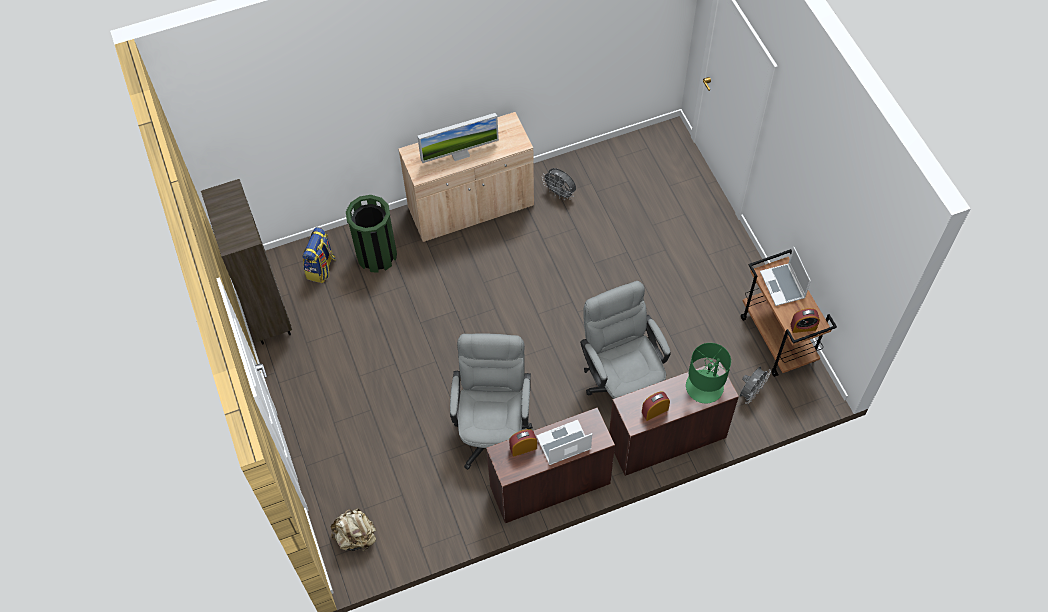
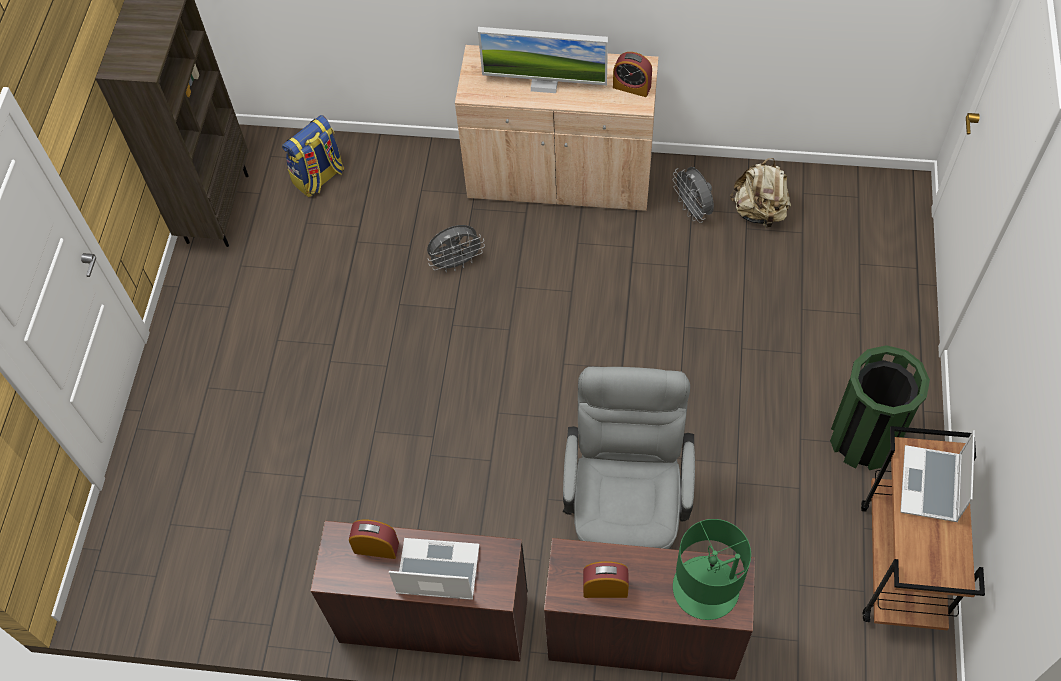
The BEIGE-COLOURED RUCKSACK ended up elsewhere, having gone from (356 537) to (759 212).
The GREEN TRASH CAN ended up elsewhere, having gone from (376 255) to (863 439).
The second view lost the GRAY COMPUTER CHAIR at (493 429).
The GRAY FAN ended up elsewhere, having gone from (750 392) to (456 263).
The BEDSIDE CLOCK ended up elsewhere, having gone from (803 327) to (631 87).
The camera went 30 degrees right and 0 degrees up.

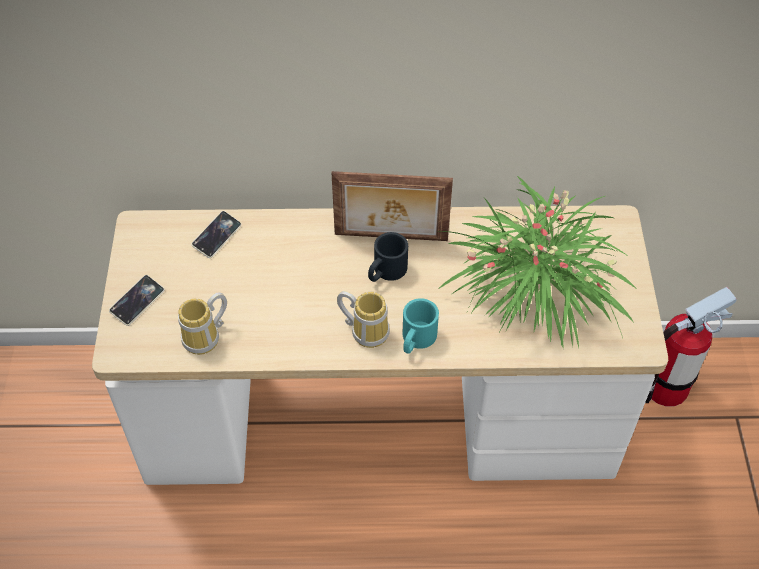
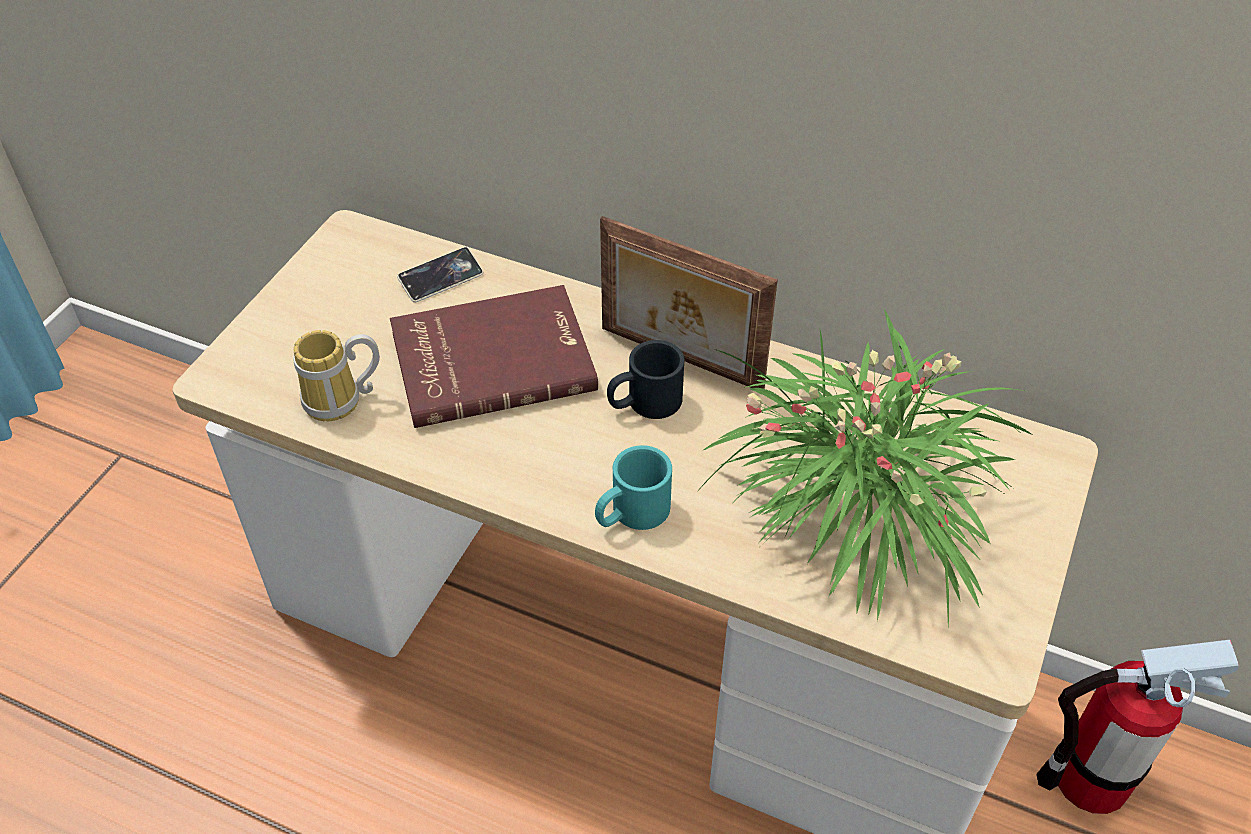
The second view lost the HANDSET at (137 302).
The second view lost the MUG at (366 329).
The second view gained the RED BOOK at (492 359).
The camera went 25 degrees right and 5 degrees down.

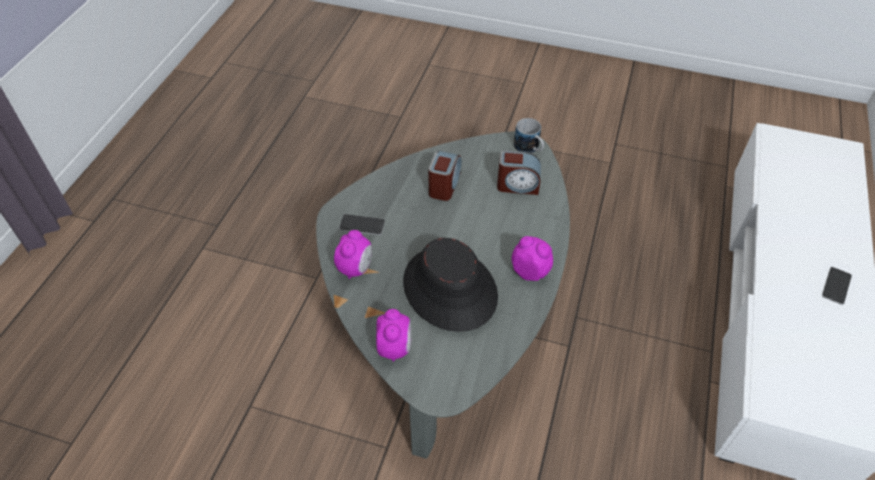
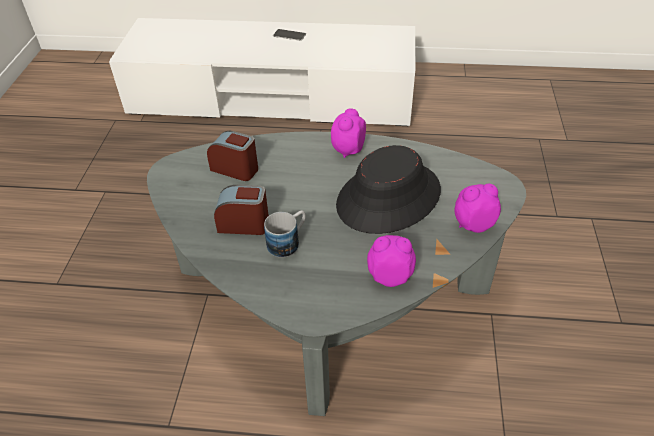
The second view lost the HANDSET at (362 225).
The BEDSIDE CLOCK at (517 185) ended up facing another way, 60 degrees counterclockwise from before.
The MUG ended up elsewhere, having gone from (529 149) to (288 242).
The camera went 100 degrees left and 5 degrees down.

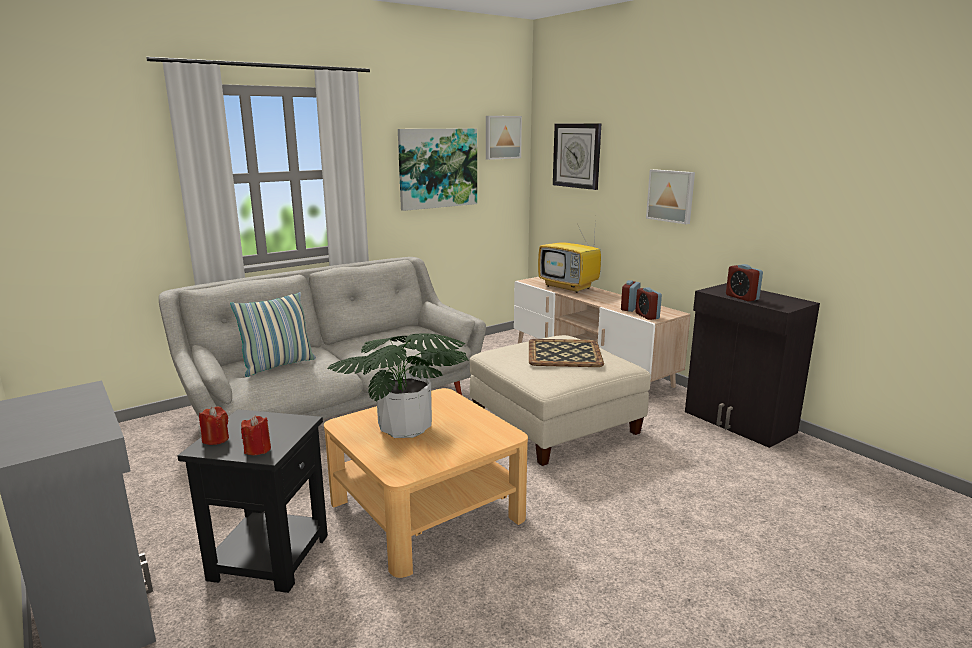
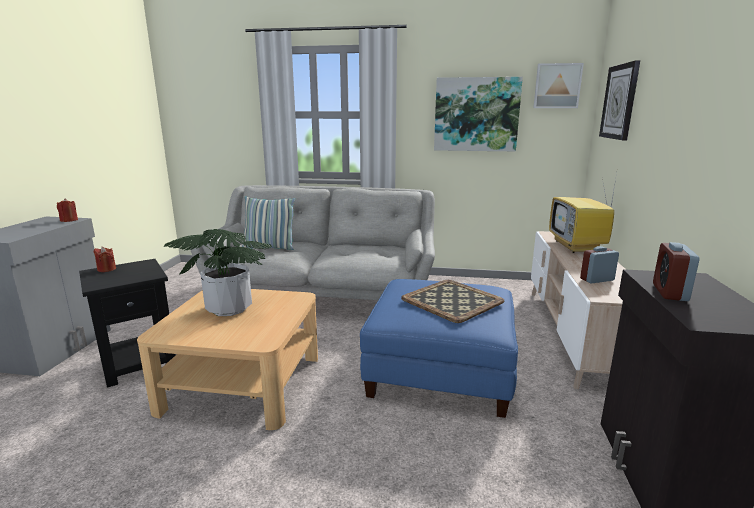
The RED WAX LIGHT ended up elsewhere, having gone from (257 449) to (69 220).
What was the BEIGE-COLOURED POUFFE at (555 424) turned into the BLUE-COLOURED POUFFE at (441 370).
The second view lost the BEDSIDE CLOCK at (647 316).
The second view lost the PICTURE at (671 196).
The camera went 45 degrees right and 0 degrees up.

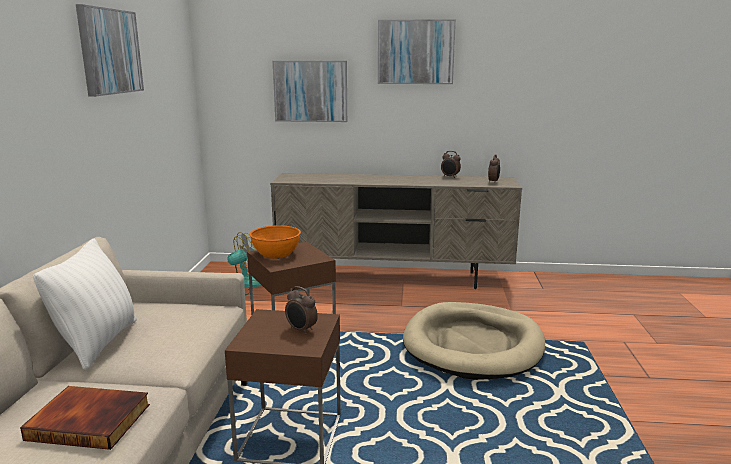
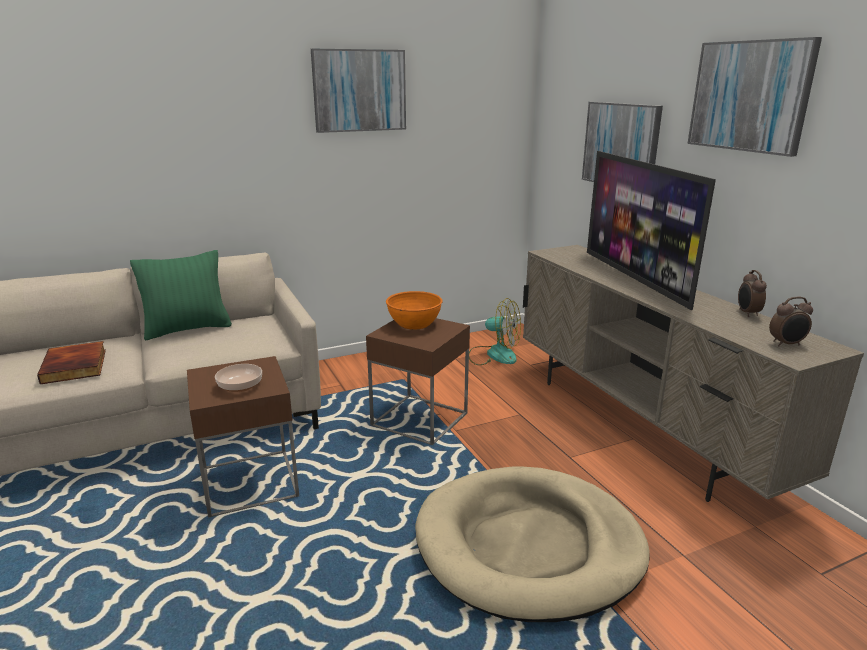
What was the WHITISH CUSHION at (98 343) turned into the GREEN CUSHION at (188 329).
Where the BEDSIDE CLOCK stood at (301 330), the SERVING BOWL came to stand at (240 386).
The second view gained the TV at (635 278).
The camera went 60 degrees right and 5 degrees up.

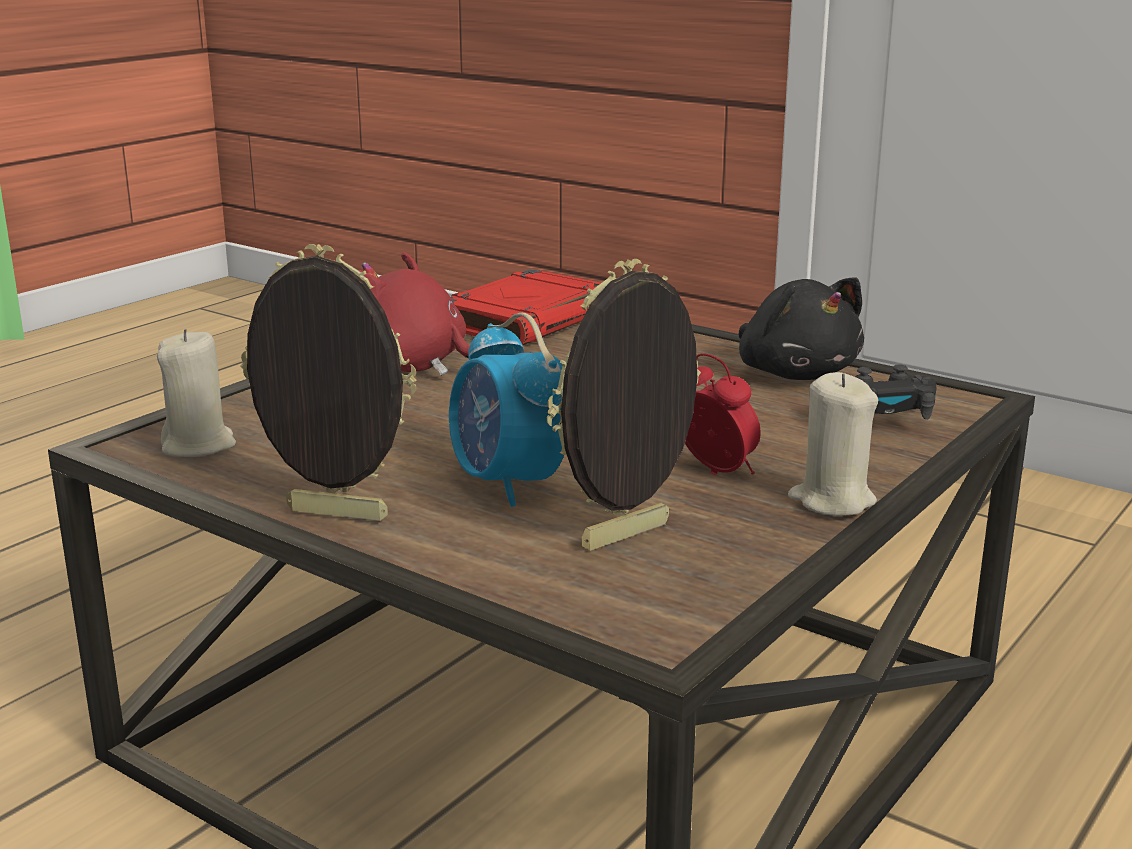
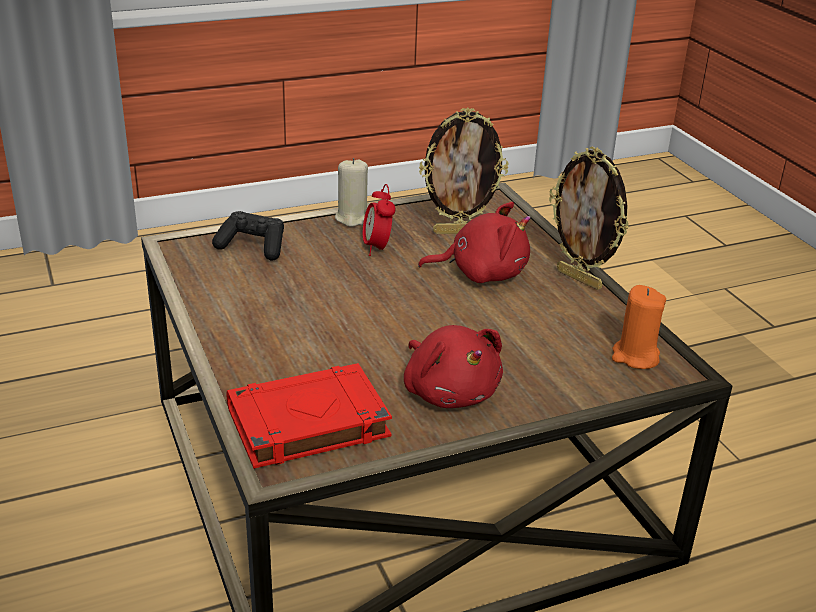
What was the BEIGE-COLOURED WAX LIGHT at (198 445) turned into the ORANGE-COLOURED WAX LIGHT at (635 357).
Where the BEDSIDE CLOCK stood at (508 484), the RED CUDDLY TOY came to stand at (482 273).
The second view lost the BLACK CUDDLY TOY at (795 373).
The camera went 150 degrees left and 10 degrees up.

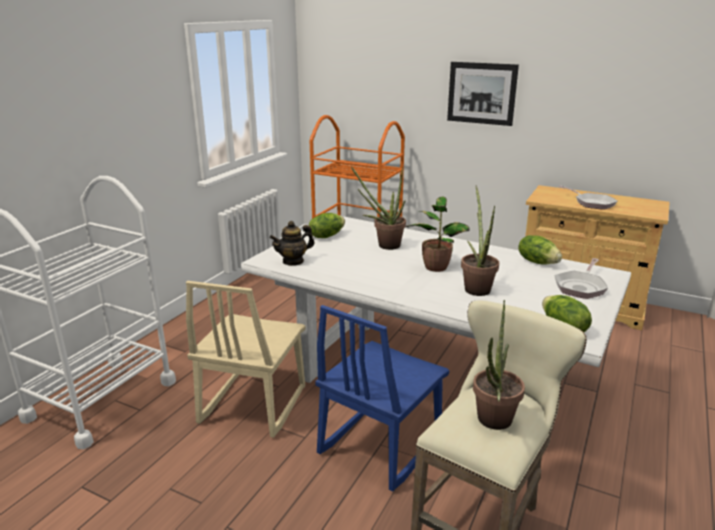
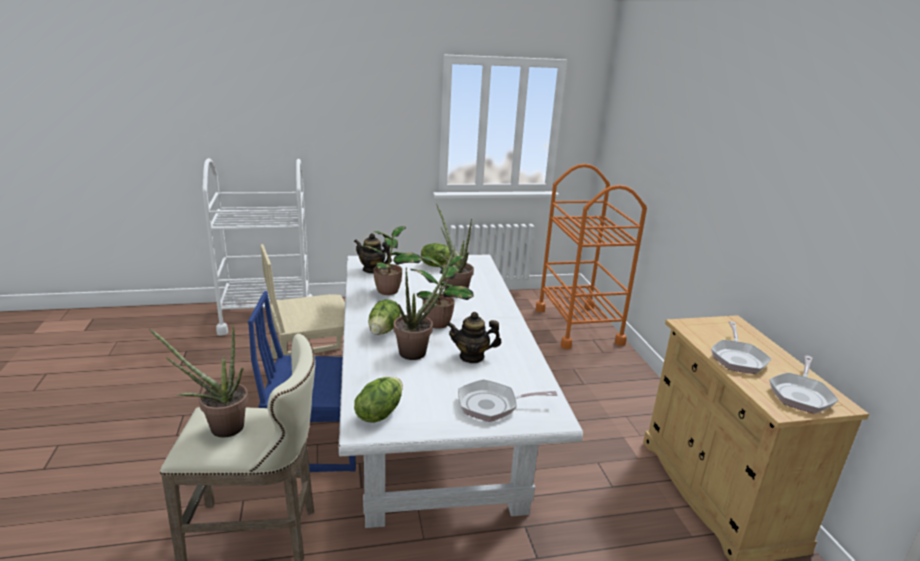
The second view lost the PICTURE at (481 93).
The HEAD OF LETTUCE ended up elsewhere, having gone from (537 262) to (384 330).
The second view gained the POTTED PLANT at (388 290).
The second view gained the TEA POT at (472 356).
The second view gained the PAN at (800 394).
The camera went 50 degrees right and 0 degrees up.

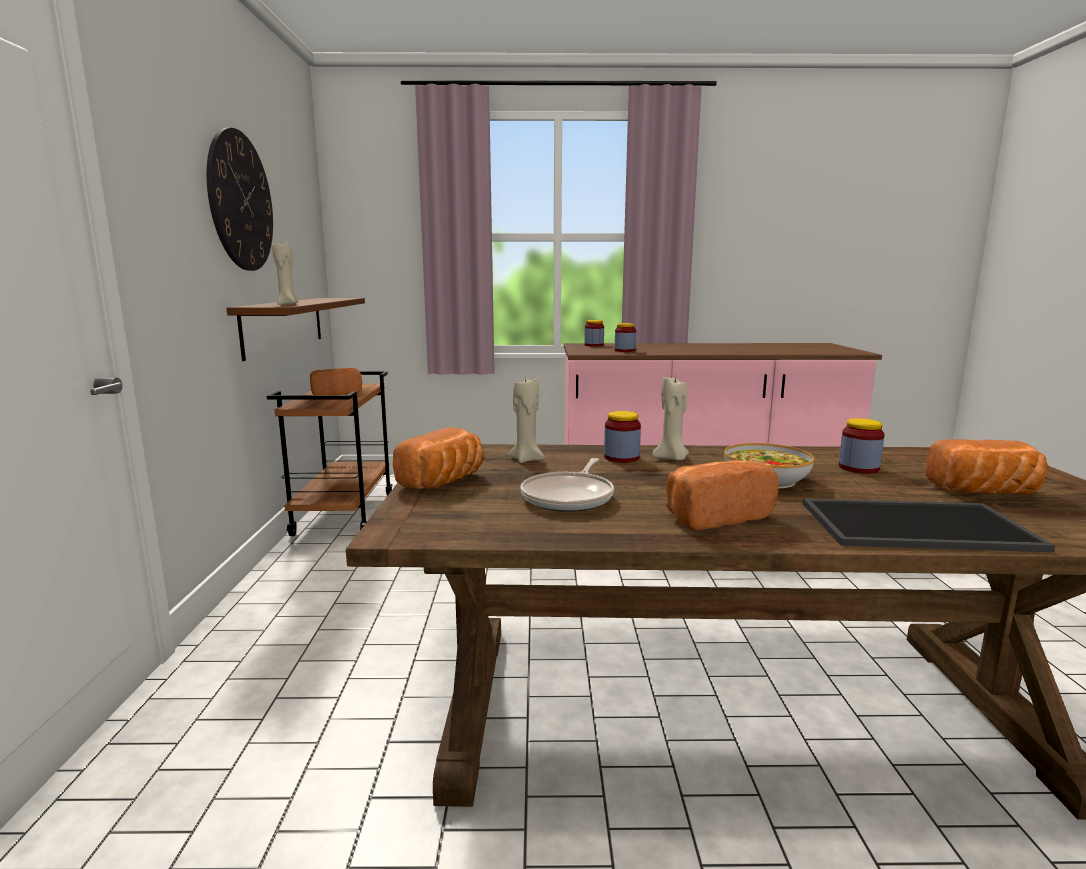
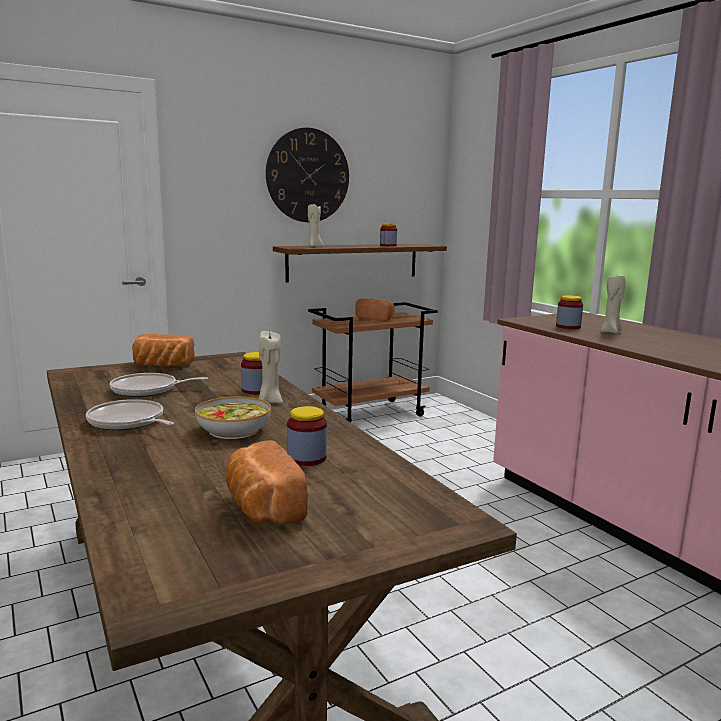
The BEIGE-COLOURED WAX LIGHT ended up elsewhere, having gone from (526 459) to (611 332).
The PRESERVE JAR ended up elsewhere, having gone from (594 345) to (388 245).
Where the BAKERY BREAD stood at (713 516), the PAN came to stand at (128 422).
The second view lost the CARRYING TRAY at (916 525).
The camera went 60 degrees right and 0 degrees up.

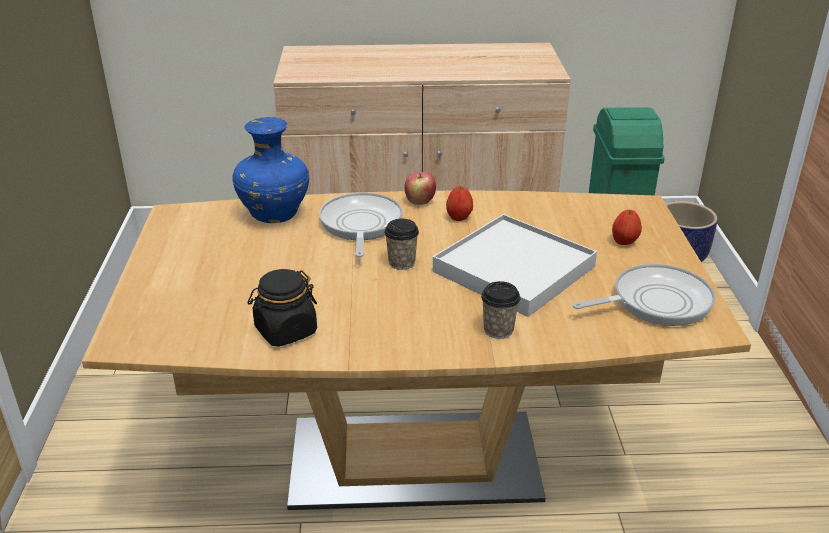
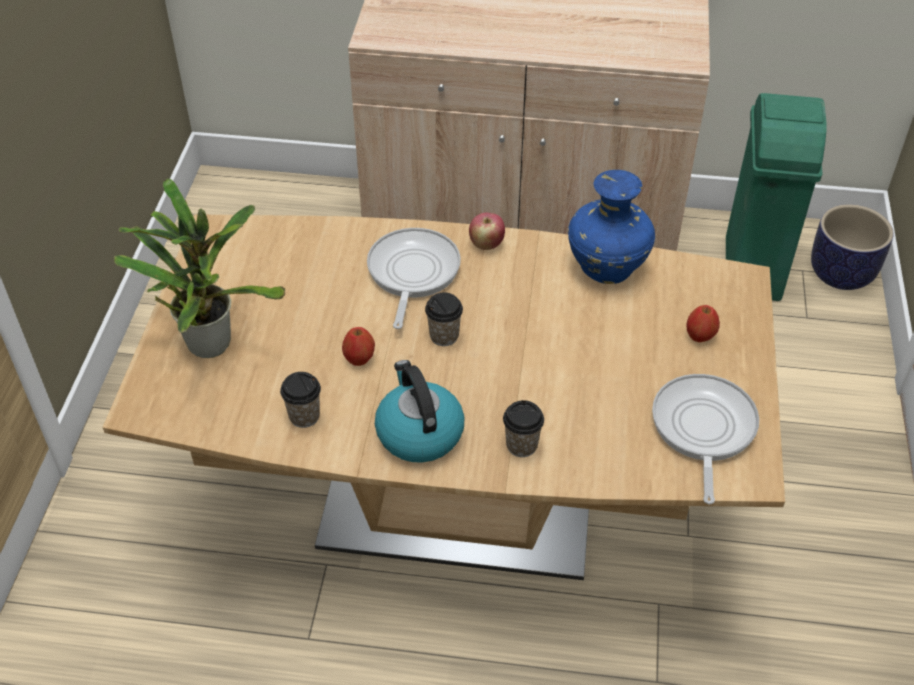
The BLUE-COLOURED VASE ended up elsewhere, having gone from (275 214) to (607 267).
Where the BLACK PRESERVE JAR stood at (285 331), the SMALL CUP came to stand at (304 416).
The second view lost the WHITISH CARRYING TRAY at (514 269).
The APPLE FRUIT ended up elsewhere, having gone from (459 218) to (359 359).
The PAN at (655 302) ended up facing another way, 75 degrees counterclockwise from before.
The second view gained the POTTED PLANT at (209 340).
The second view gained the TEA KETTLE at (418 432).
The camera went 10 degrees right and 15 degrees up.

